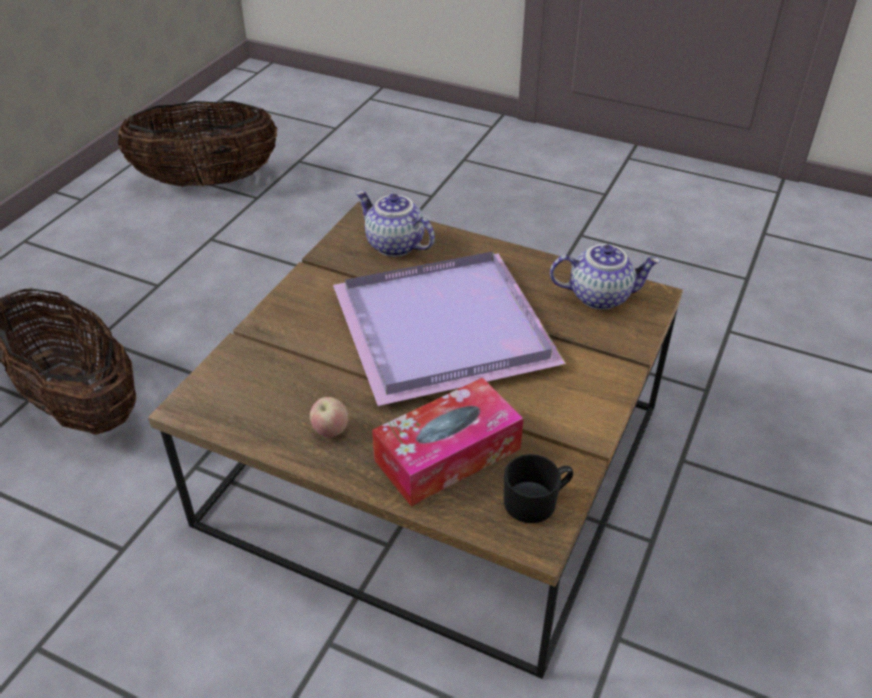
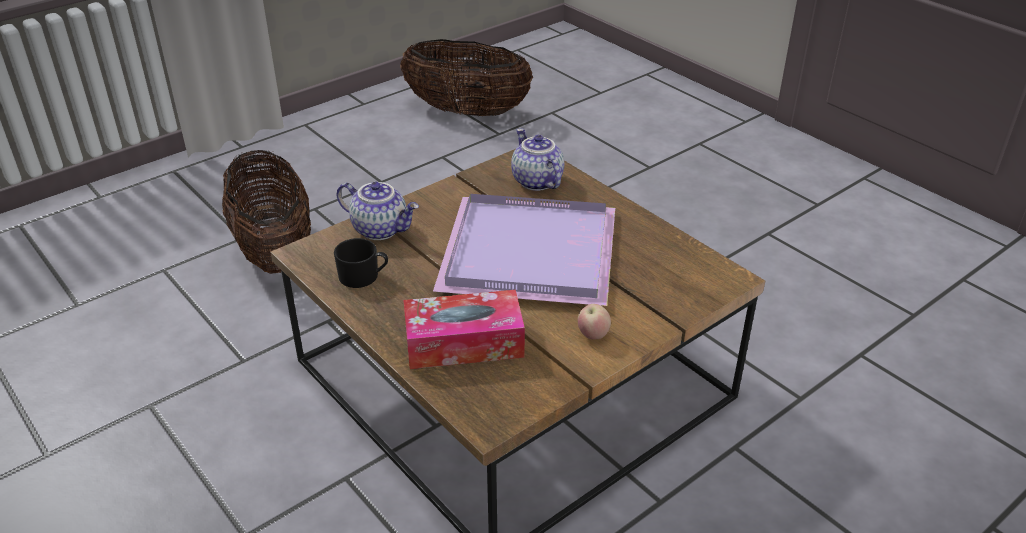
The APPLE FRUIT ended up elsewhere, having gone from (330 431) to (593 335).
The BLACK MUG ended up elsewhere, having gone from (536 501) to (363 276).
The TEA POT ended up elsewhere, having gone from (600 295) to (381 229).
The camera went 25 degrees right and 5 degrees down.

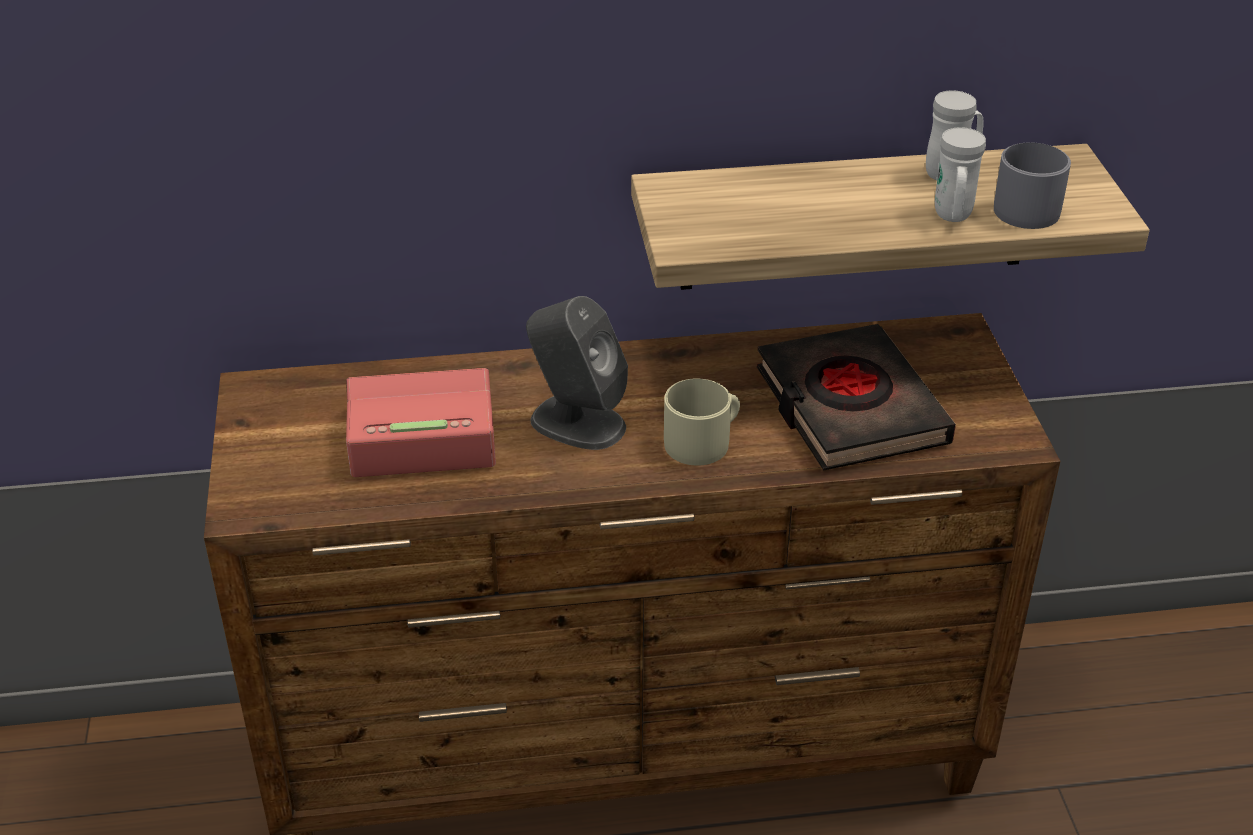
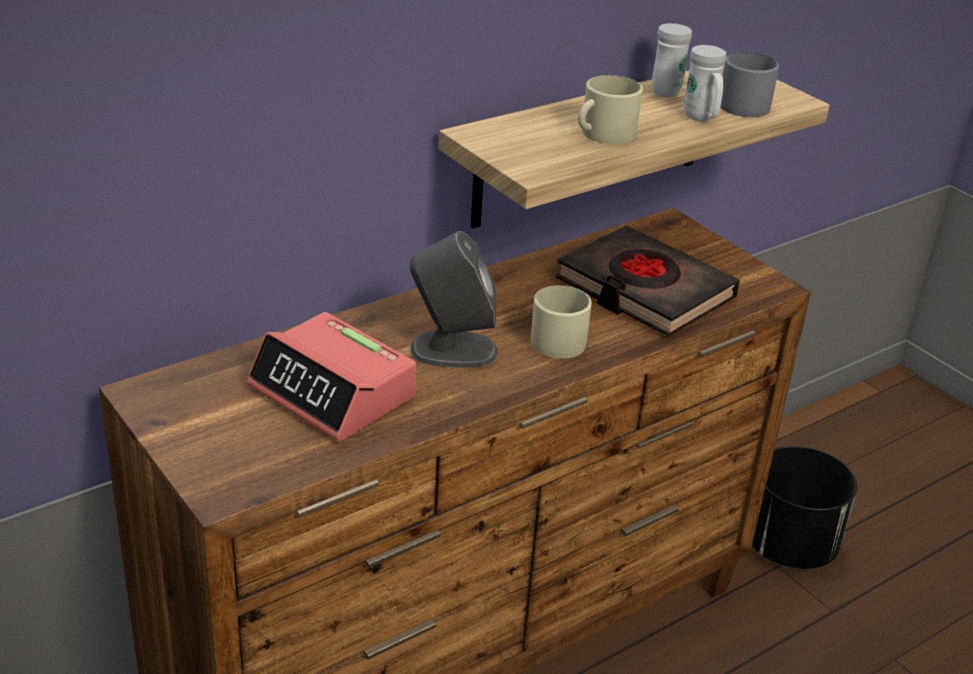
The BEDSIDE CLOCK at (421 437) ended up facing another way, 105 degrees counterclockwise from before.
The second view gained the BEIGE-COLOURED MUG at (603 134).
The second view gained the BLACK PLANTER at (788 546).
The camera went 30 degrees left and 5 degrees down.

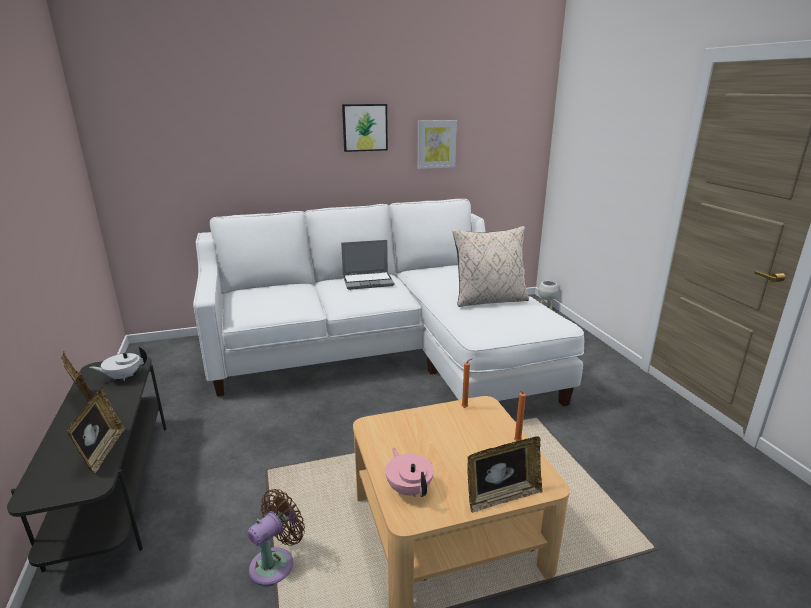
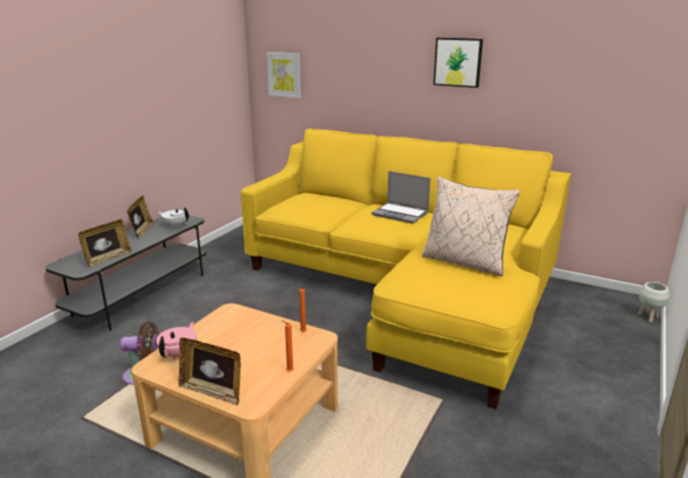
What was the WHITISH COUCH at (386 352) turned into the YELLOW-COLOURED COUCH at (405 289).
The PICTURE ended up elsewhere, having gone from (436 144) to (284 74).
The camera went 45 degrees right and 0 degrees up.

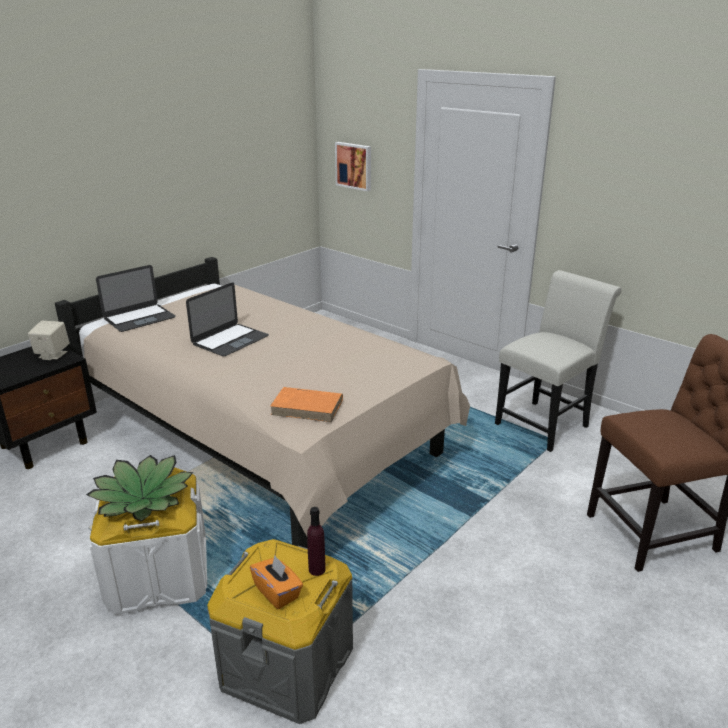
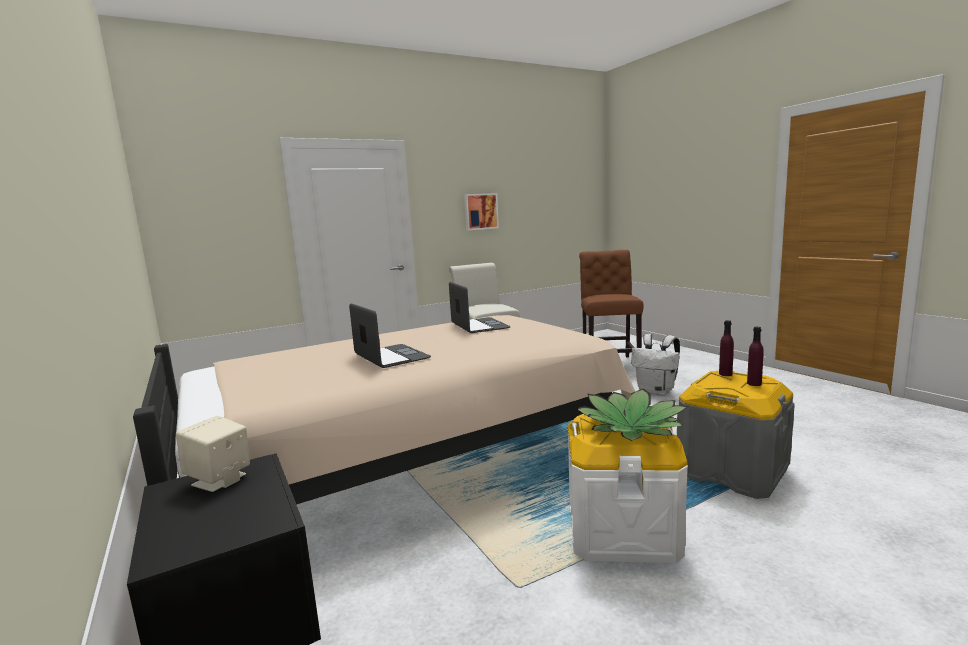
The NOTEBOOK COMPUTER ended up elsewhere, having gone from (139 318) to (479 325).
Where the ORANGE-COLOURED TISSUE BOX stood at (277 592), the PURPLE-COLOURED BOTTLE came to stand at (754 383).
The second view lost the ORANGE-COLOURED BOOK at (308 407).
The PICTURE ended up elsewhere, having gone from (354 166) to (480 211).
The second view gained the WHITISH RUCKSACK at (656 391).
The camera went 70 degrees left and 15 degrees down.

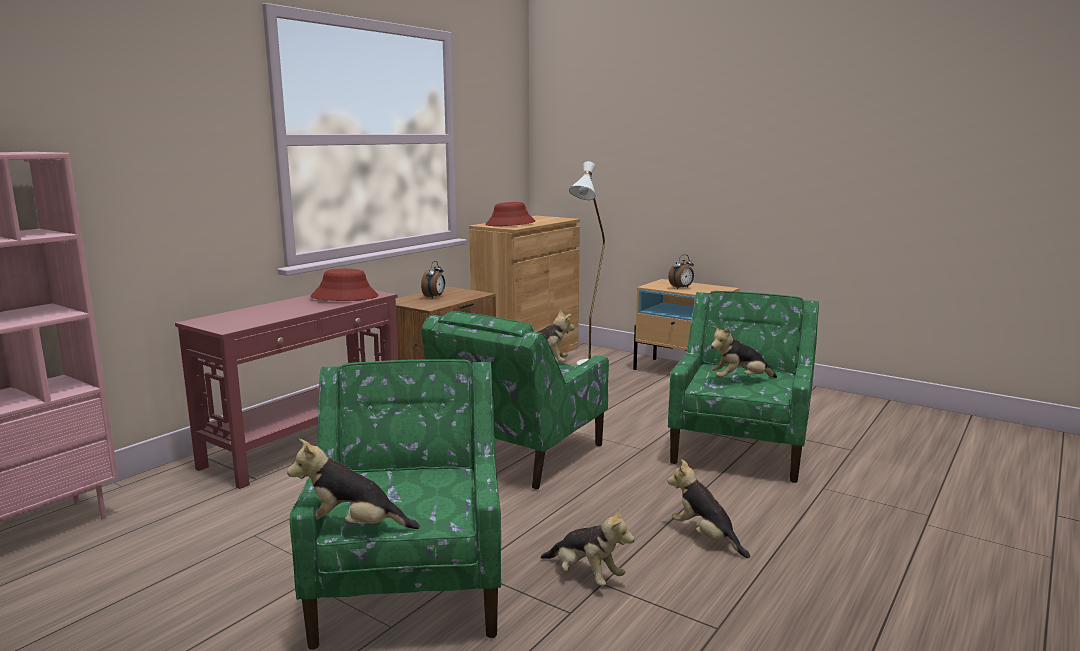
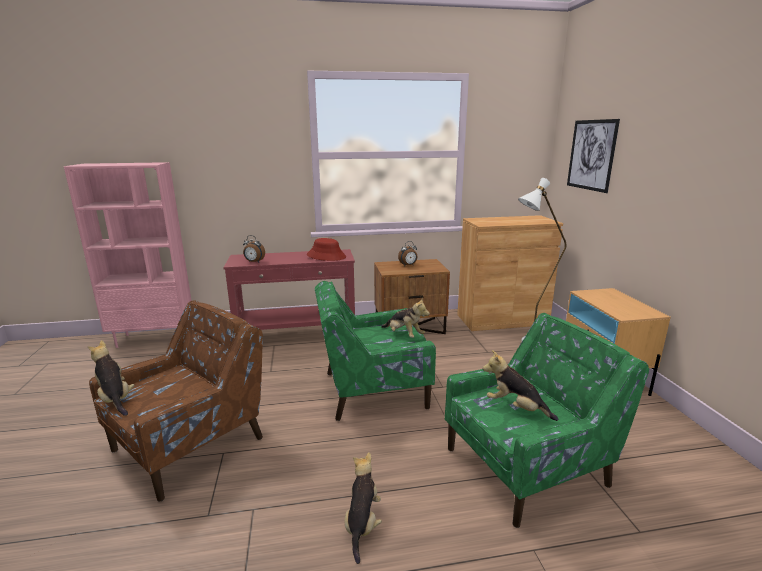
What was the GREEN ARMCHAIR at (411 585) turned into the BROWN-COLOURED ARMCHAIR at (191 443).
The second view lost the RED HAT at (510 224).
The second view lost the CUDDLY TOY at (585 576).
The BEDSIDE CLOCK ended up elsewhere, having gone from (681 288) to (254 262).
The second view gained the PICTURE at (591 155).
The camera went 45 degrees right and 5 degrees up.

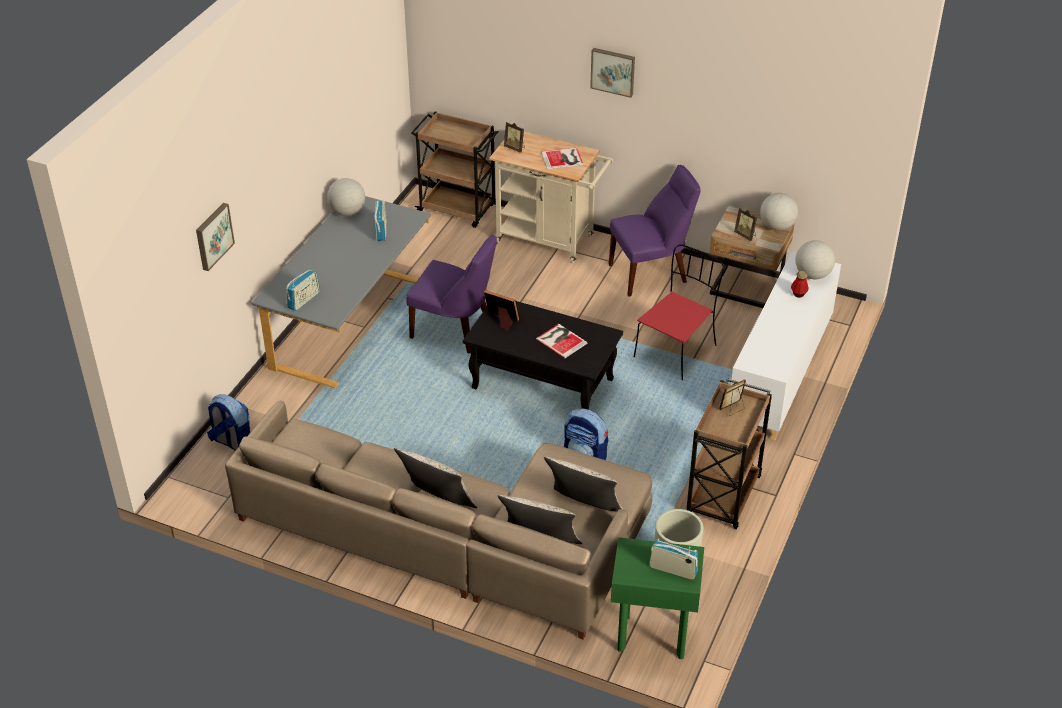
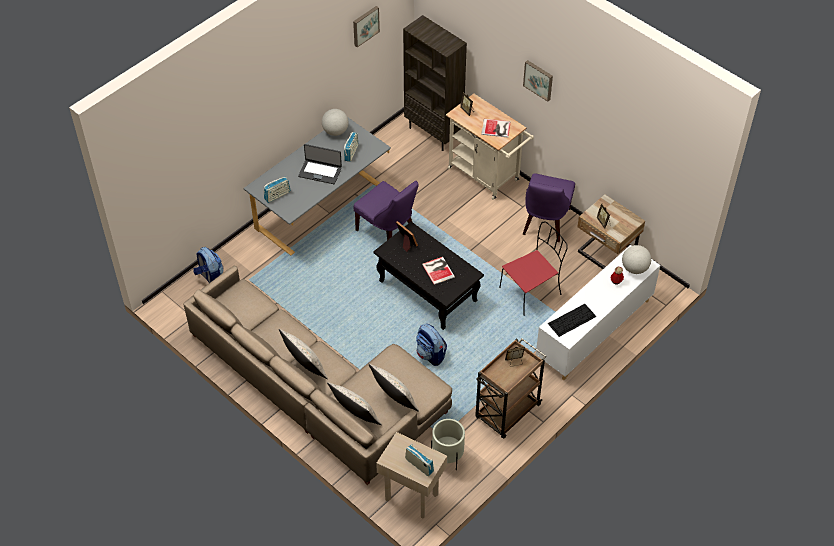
The PICTURE ended up elsewhere, having gone from (213 236) to (365 25).
Where the BROWN-COLOURED CART stood at (458 209), the BROWN-COLOURED BOOKCASE came to stand at (434 133).
The PURPLE-COLOURED CHAIR at (651 273) ended up facing another way, 105 degrees clockwise from before.
What was the GREEN END TABLE at (652 635) turned into the BEIGE-COLOURED END TABLE at (412 496).
The second view lost the DESK GLOBE at (777 226).
The second view gained the NOTEBOOK COMPUTER at (320 171).
The second view gained the COMPUTER KEYBOARD at (571 320).
The camera went 20 degrees right and 10 degrees up.

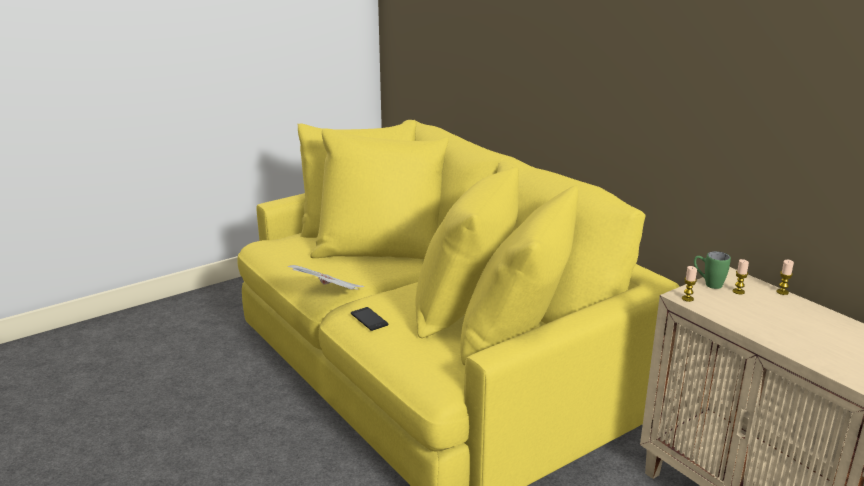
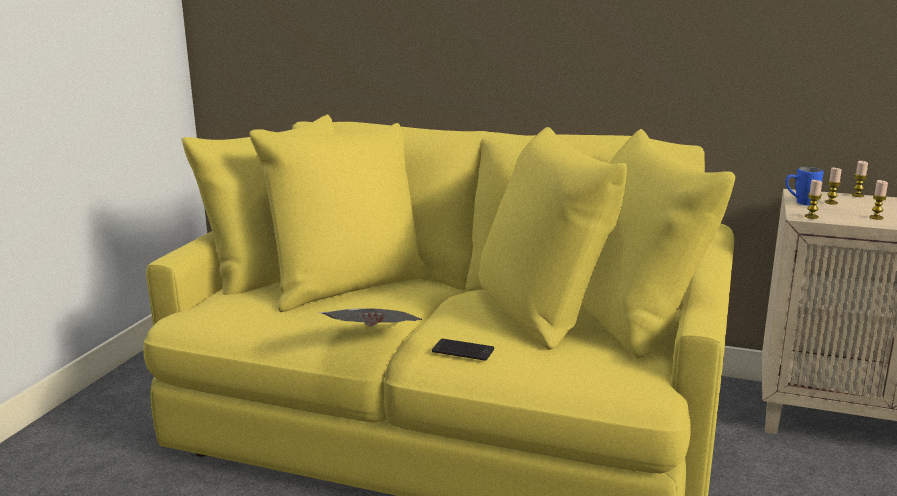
What was the GREEN MUG at (708 284) turned into the BLUE-COLOURED MUG at (800 203).
The second view gained the WAX LIGHT at (876 217).
The camera went 35 degrees left and 5 degrees down.

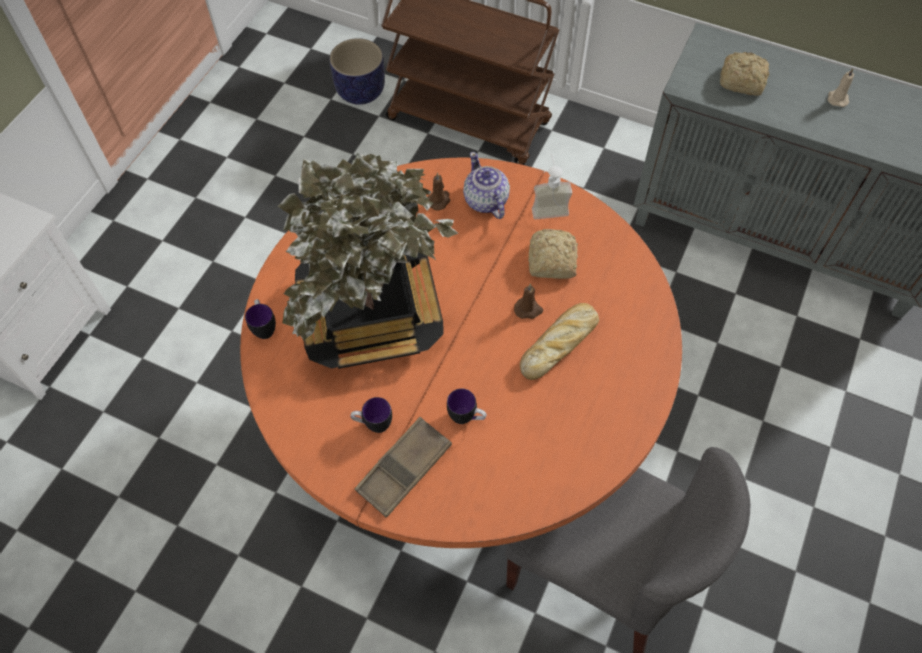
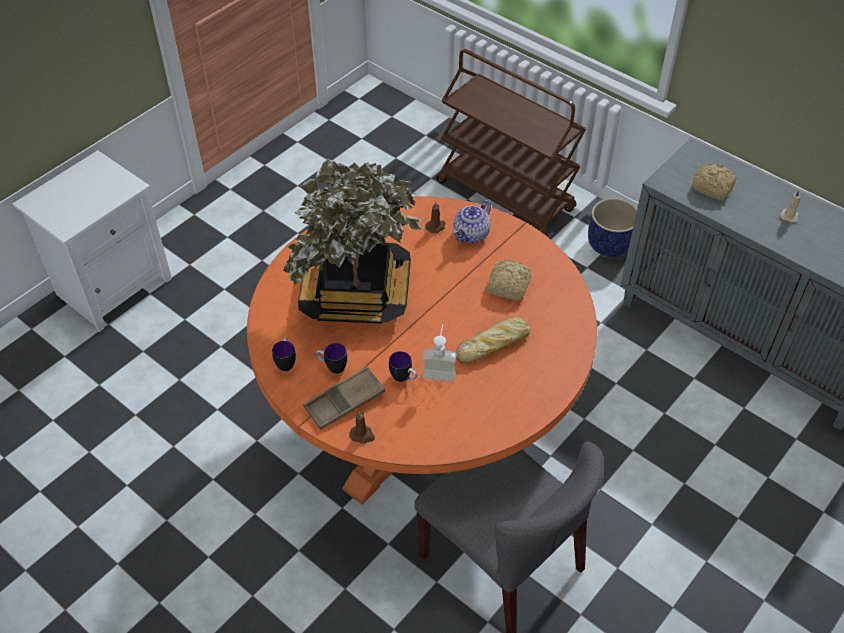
The MUG ended up elsewhere, having gone from (264 327) to (286 362).
The PLANTER ended up elsewhere, having gone from (361 91) to (610 245).
The TEA POT at (485 201) ended up facing another way, 135 degrees counterclockwise from before.
The BROWN-COLOURED WAX LIGHT ended up elsewhere, having gone from (528 309) to (362 435).
The SOAP DISPENSER ended up elsewhere, having gone from (548 206) to (440 370).
The camera went 15 degrees right and 10 degrees down.

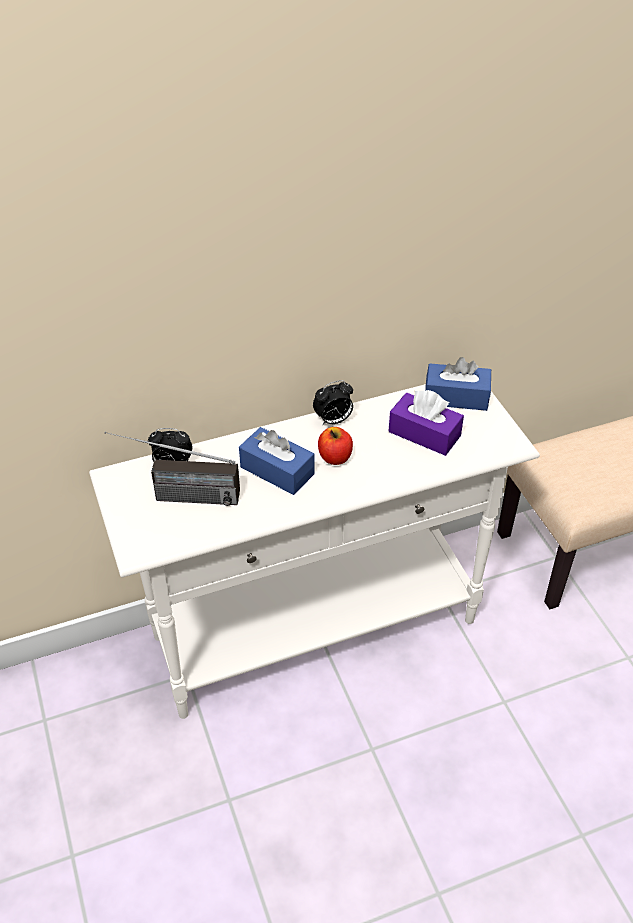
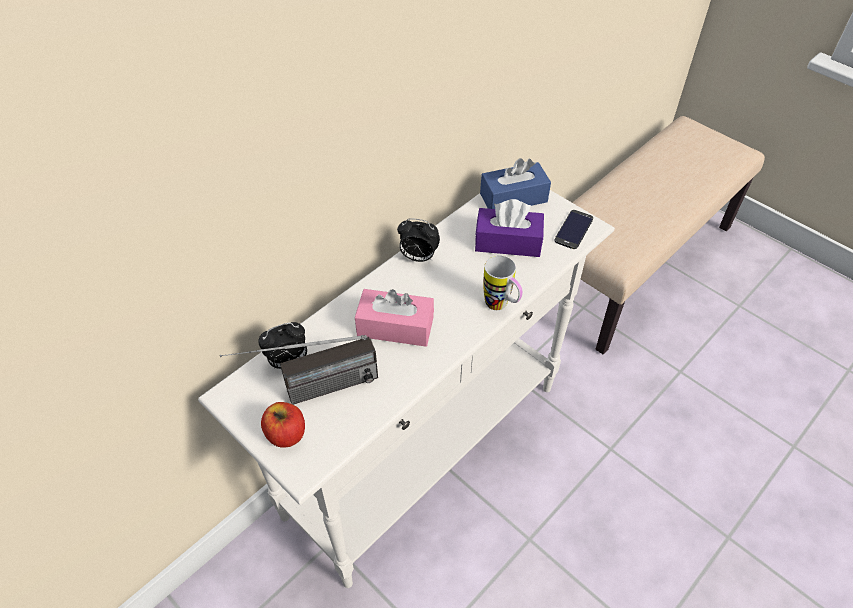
What was the BLUE-COLOURED TISSUE BOX at (277 470) turned into the PINK TISSUE BOX at (395 327).
The BEDSIDE CLOCK at (333 421) ended up facing another way, 60 degrees clockwise from before.
The APPLE FRUIT ended up elsewhere, having gone from (335 457) to (286 434).
The second view gained the MUG at (501 306).
The second view gained the HANDSET at (573 229).
The camera went 25 degrees left and 5 degrees up.

